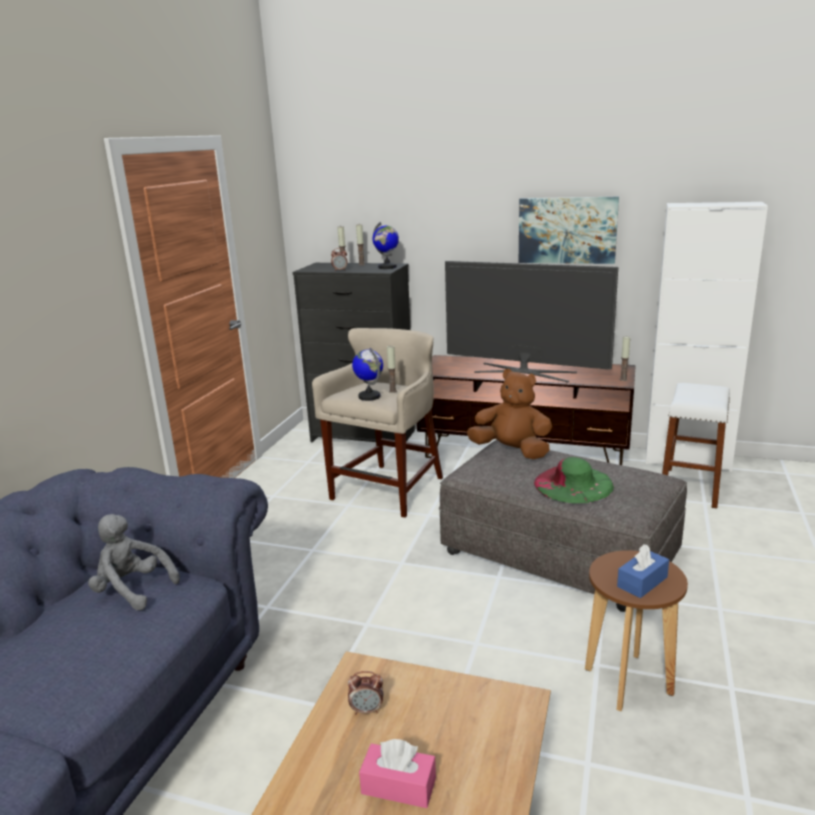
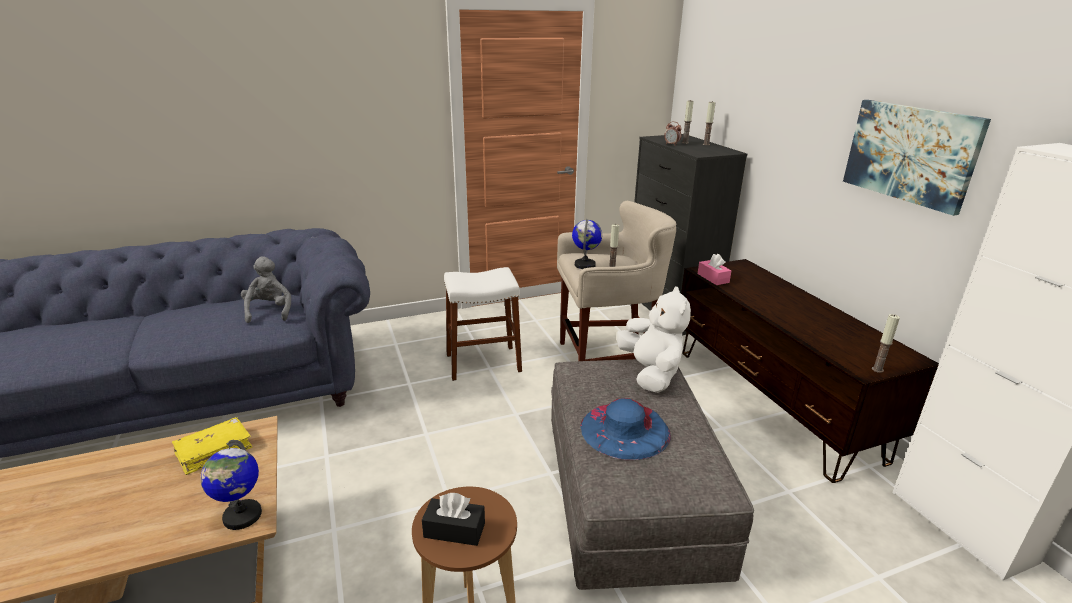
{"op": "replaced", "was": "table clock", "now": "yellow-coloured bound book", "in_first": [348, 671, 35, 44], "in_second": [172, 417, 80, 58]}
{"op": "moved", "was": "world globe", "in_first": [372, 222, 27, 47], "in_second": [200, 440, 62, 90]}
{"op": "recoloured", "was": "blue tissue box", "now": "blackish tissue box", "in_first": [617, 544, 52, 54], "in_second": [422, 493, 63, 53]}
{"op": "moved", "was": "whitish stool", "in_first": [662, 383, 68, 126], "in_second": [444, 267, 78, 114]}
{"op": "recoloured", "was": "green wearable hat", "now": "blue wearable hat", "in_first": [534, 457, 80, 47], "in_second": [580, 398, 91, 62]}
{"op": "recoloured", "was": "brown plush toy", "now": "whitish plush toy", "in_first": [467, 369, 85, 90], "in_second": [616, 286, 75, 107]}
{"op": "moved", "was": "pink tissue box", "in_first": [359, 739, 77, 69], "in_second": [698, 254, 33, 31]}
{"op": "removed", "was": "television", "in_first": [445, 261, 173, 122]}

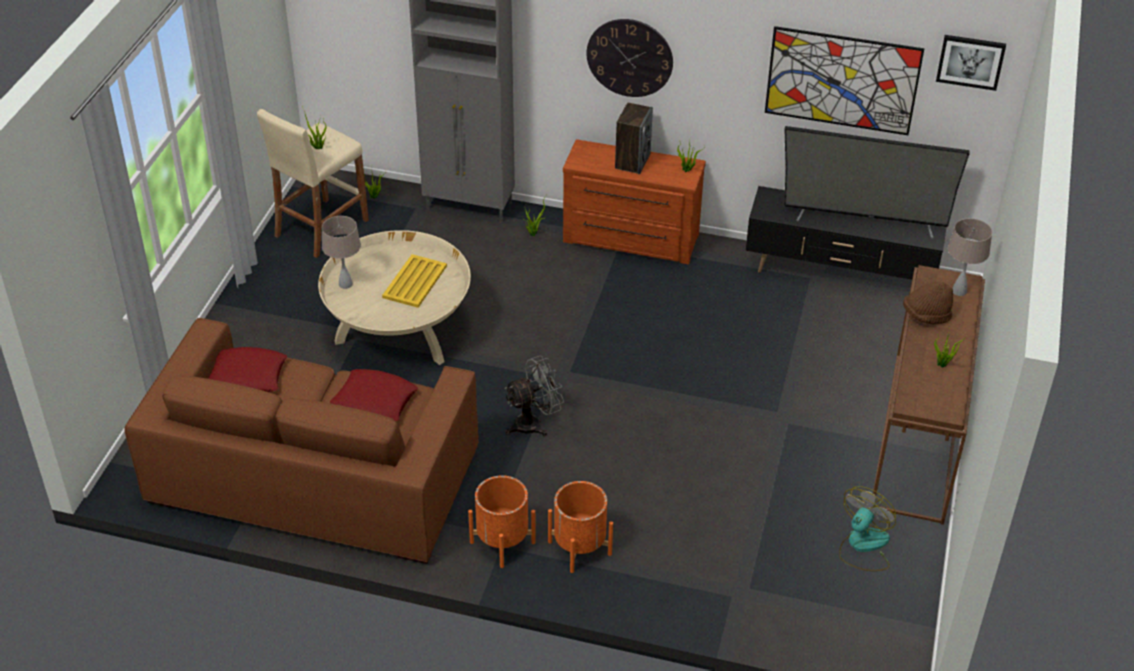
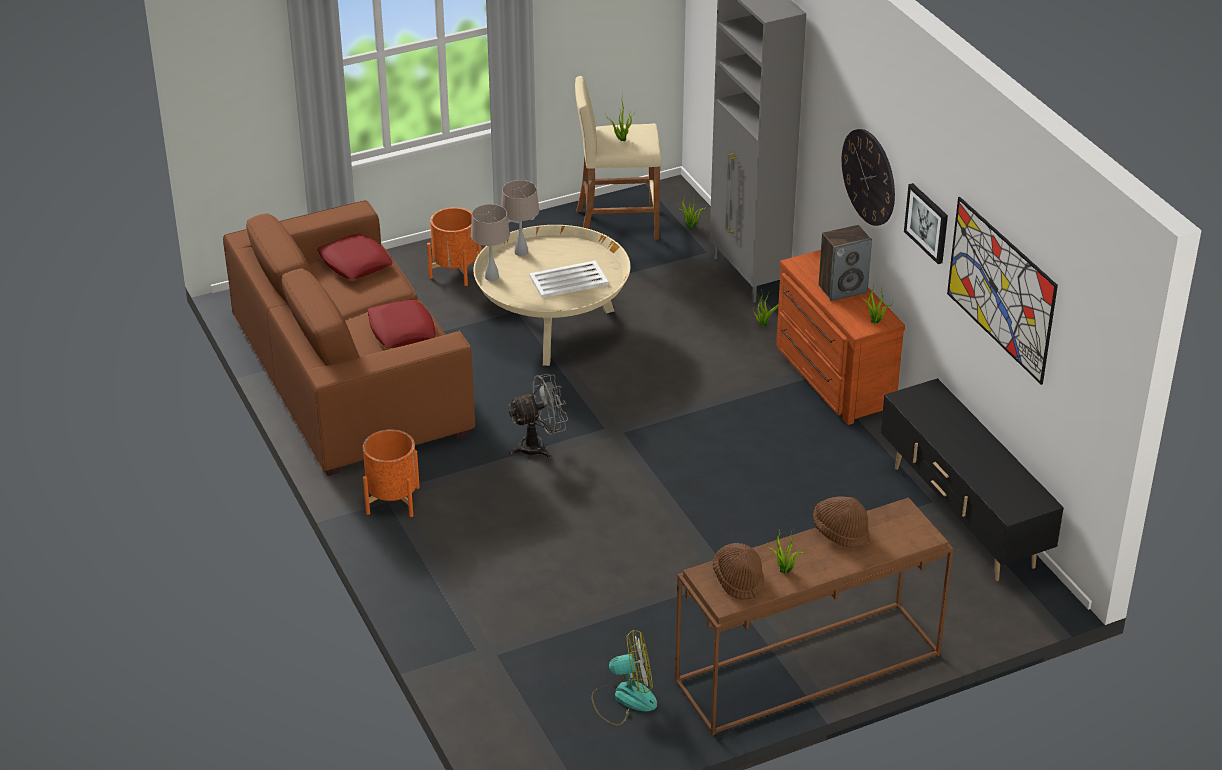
{"op": "moved", "was": "orange plant pot", "in_first": [548, 481, 65, 92], "in_second": [427, 207, 54, 79]}
{"op": "moved", "was": "sand-coloured table lamp", "in_first": [948, 218, 44, 78], "in_second": [471, 204, 39, 77]}
{"op": "turned", "was": "greyish cooling fan", "in_first": [504, 356, 60, 80], "in_second": [508, 374, 60, 84], "clockwise": -45}
{"op": "recoloured", "was": "yellow-coloured serving tray", "now": "whitish serving tray", "in_first": [382, 254, 65, 54], "in_second": [529, 260, 79, 38]}
{"op": "added", "now": "brown wearable hat", "in_second": [713, 543, 51, 57]}
{"op": "moved", "was": "picture", "in_first": [936, 35, 70, 56], "in_second": [904, 183, 44, 81]}
{"op": "removed", "was": "television", "in_first": [784, 126, 186, 113]}

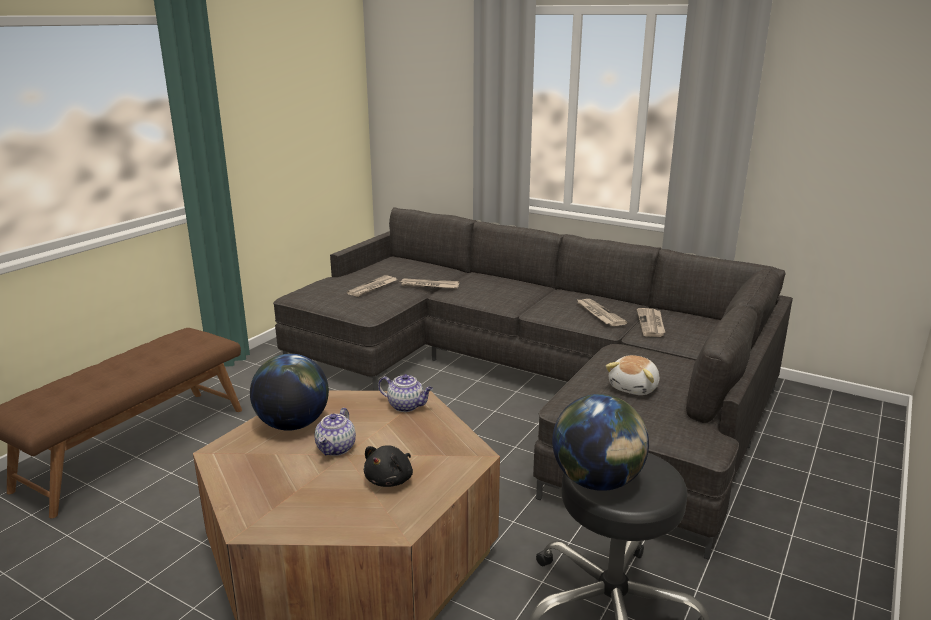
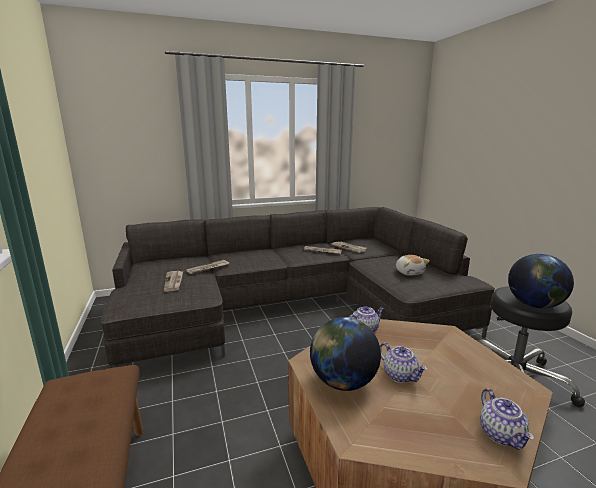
{"op": "added", "now": "tea pot", "in_second": [480, 388, 54, 62]}
{"op": "removed", "was": "blackish plush toy", "in_first": [364, 445, 49, 42]}

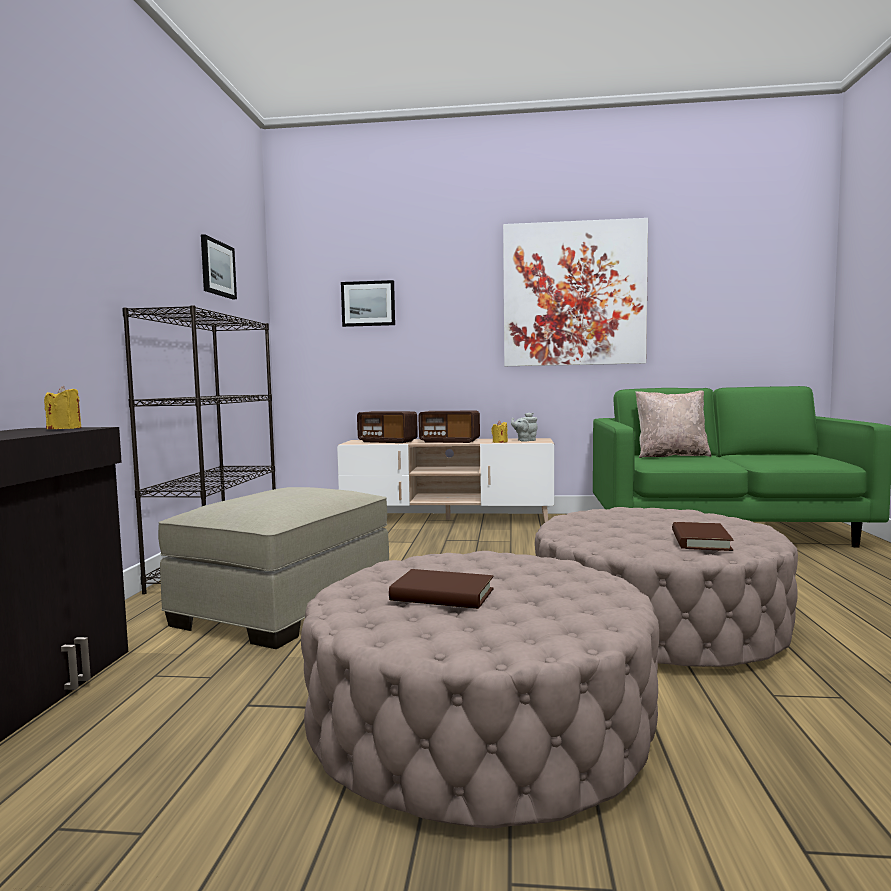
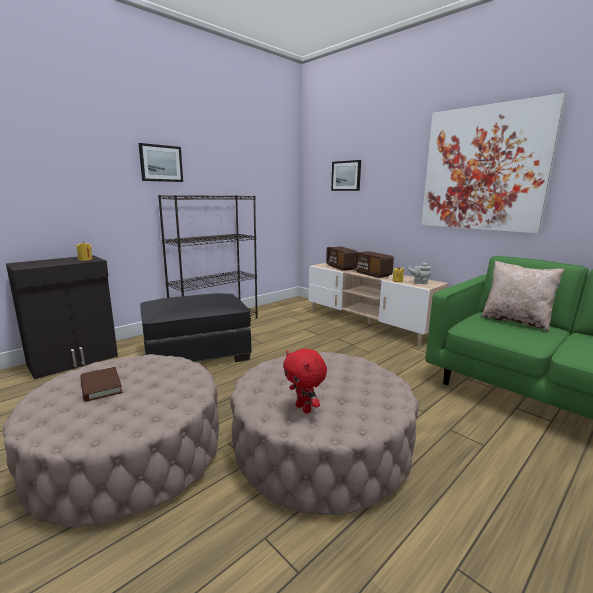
{"op": "moved", "was": "picture", "in_first": [201, 234, 36, 65], "in_second": [139, 143, 44, 39]}
{"op": "recoloured", "was": "sand-coloured ottoman", "now": "blackish ottoman", "in_first": [158, 487, 231, 162], "in_second": [140, 293, 112, 69]}
{"op": "replaced", "was": "brown bound book", "now": "red-coloured plush toy", "in_first": [672, 522, 62, 29], "in_second": [283, 349, 44, 65]}

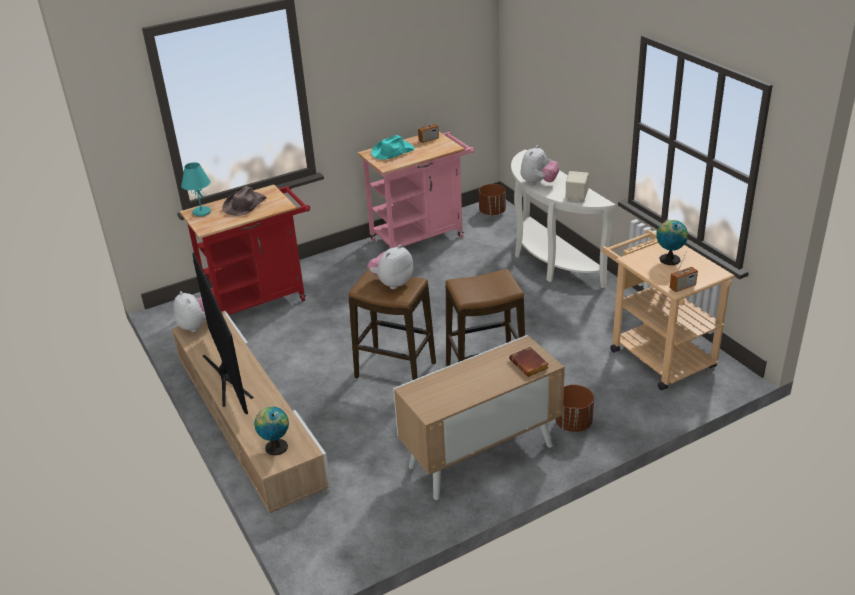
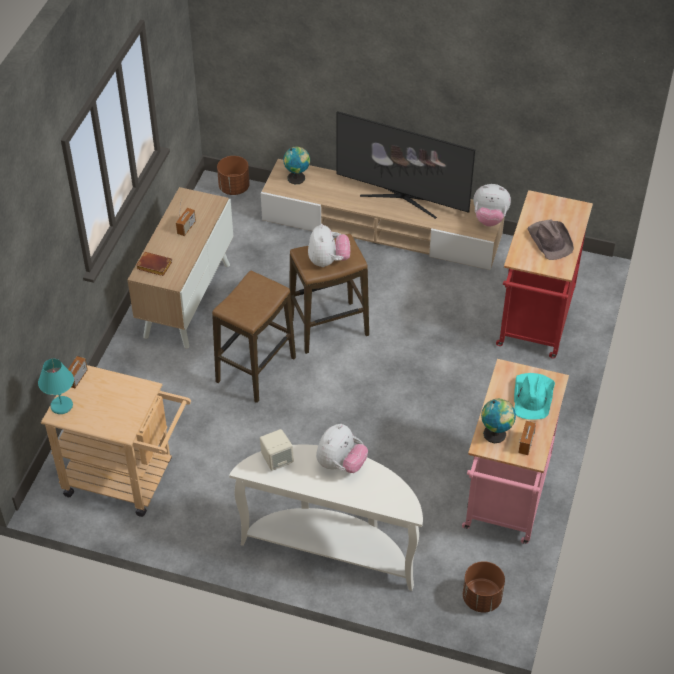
{"op": "moved", "was": "turquoise table lamp", "in_first": [181, 162, 30, 55], "in_second": [38, 359, 36, 55]}
{"op": "added", "now": "radio", "in_second": [176, 199, 20, 37]}
{"op": "moved", "was": "brown plant pot", "in_first": [555, 385, 39, 47], "in_second": [217, 156, 33, 39]}
{"op": "turned", "was": "plush toy", "in_first": [520, 145, 39, 40], "in_second": [316, 424, 52, 49], "clockwise": -135}
{"op": "moved", "was": "world globe", "in_first": [656, 220, 32, 45], "in_second": [481, 399, 35, 44]}

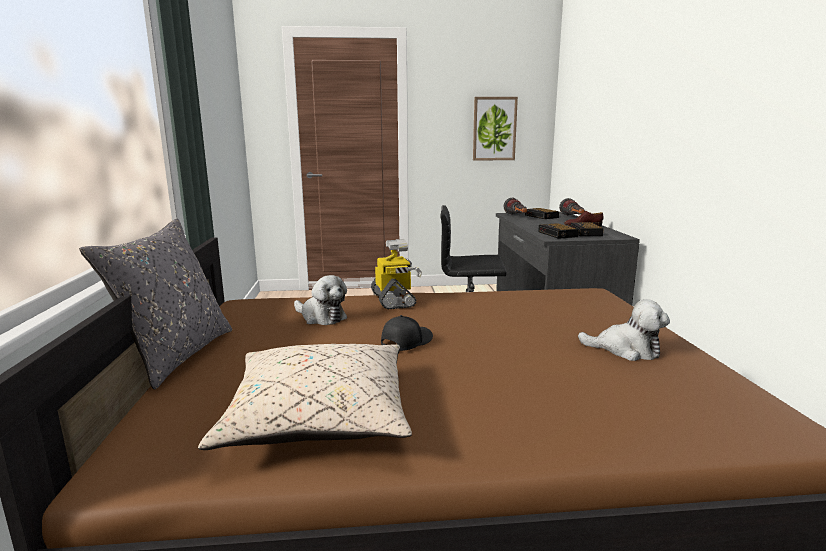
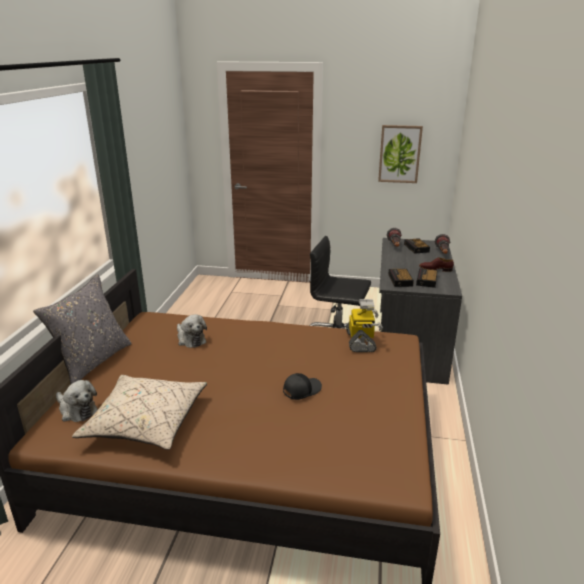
{"op": "moved", "was": "plush toy", "in_first": [578, 299, 92, 62], "in_second": [56, 380, 42, 42]}
{"op": "moved", "was": "blackish peaked cap", "in_first": [381, 315, 52, 36], "in_second": [283, 373, 39, 27]}
{"op": "moved", "was": "toy robot", "in_first": [371, 239, 51, 70], "in_second": [346, 299, 37, 53]}

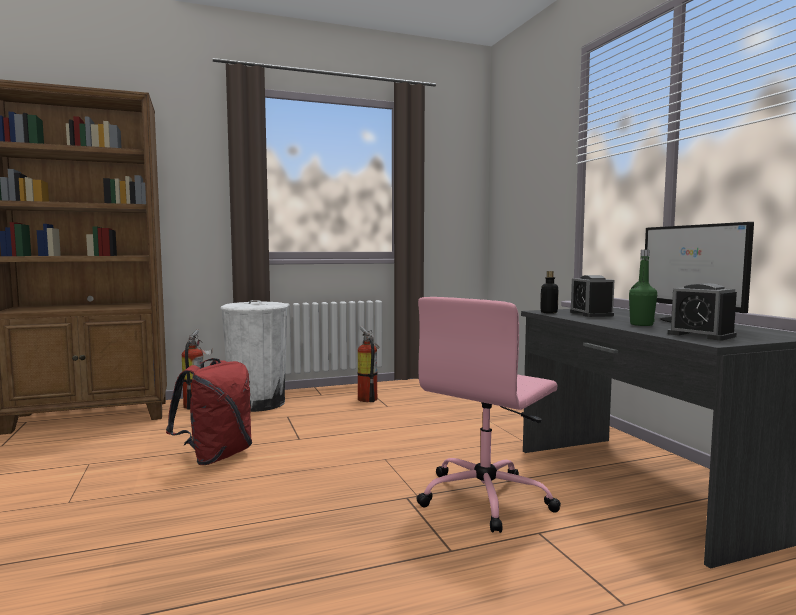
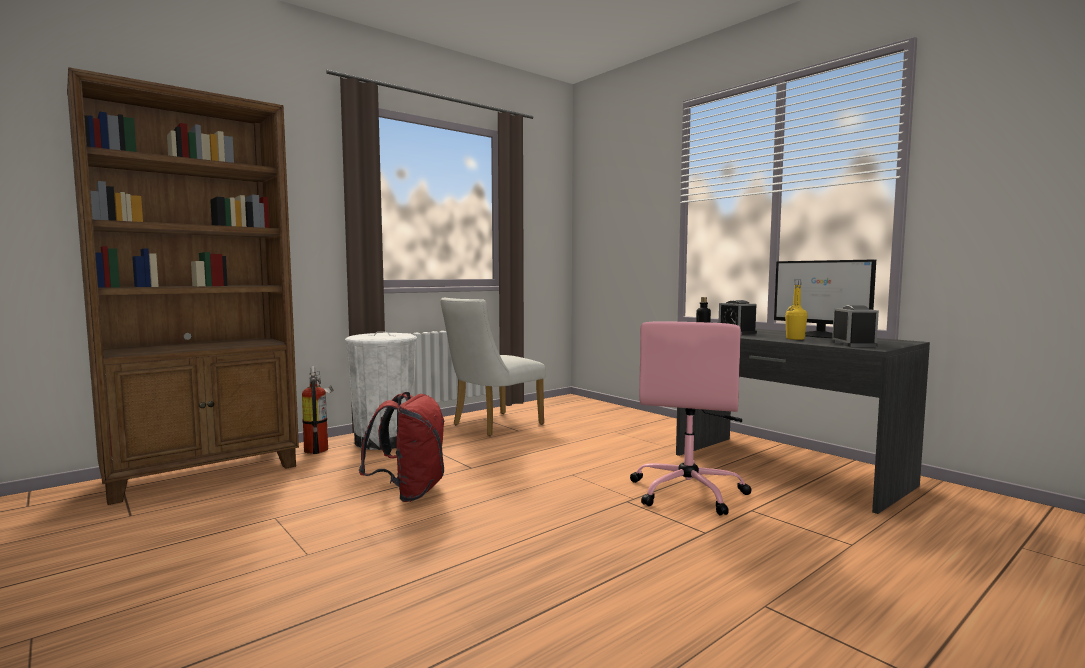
{"op": "replaced", "was": "extinguisher", "now": "whitish chair", "in_first": [357, 326, 23, 76], "in_second": [440, 298, 106, 138]}
{"op": "recoloured", "was": "green drink bottle", "now": "yellow-coloured drink bottle", "in_first": [629, 250, 28, 76], "in_second": [785, 280, 23, 60]}
{"op": "turned", "was": "table clock", "in_first": [667, 283, 70, 57], "in_second": [832, 306, 47, 41], "clockwise": -120}

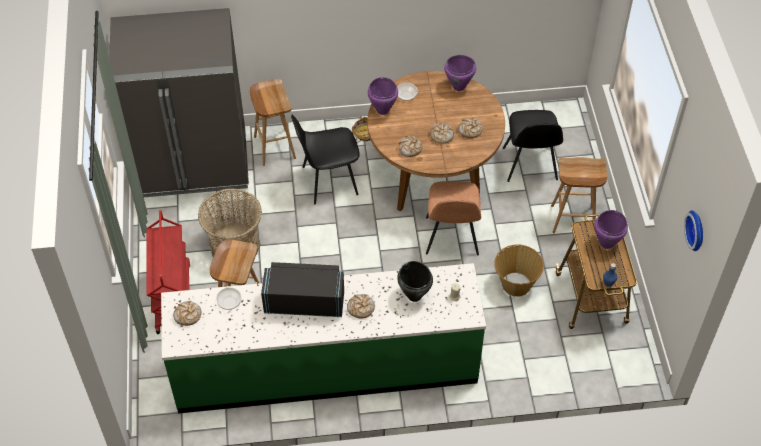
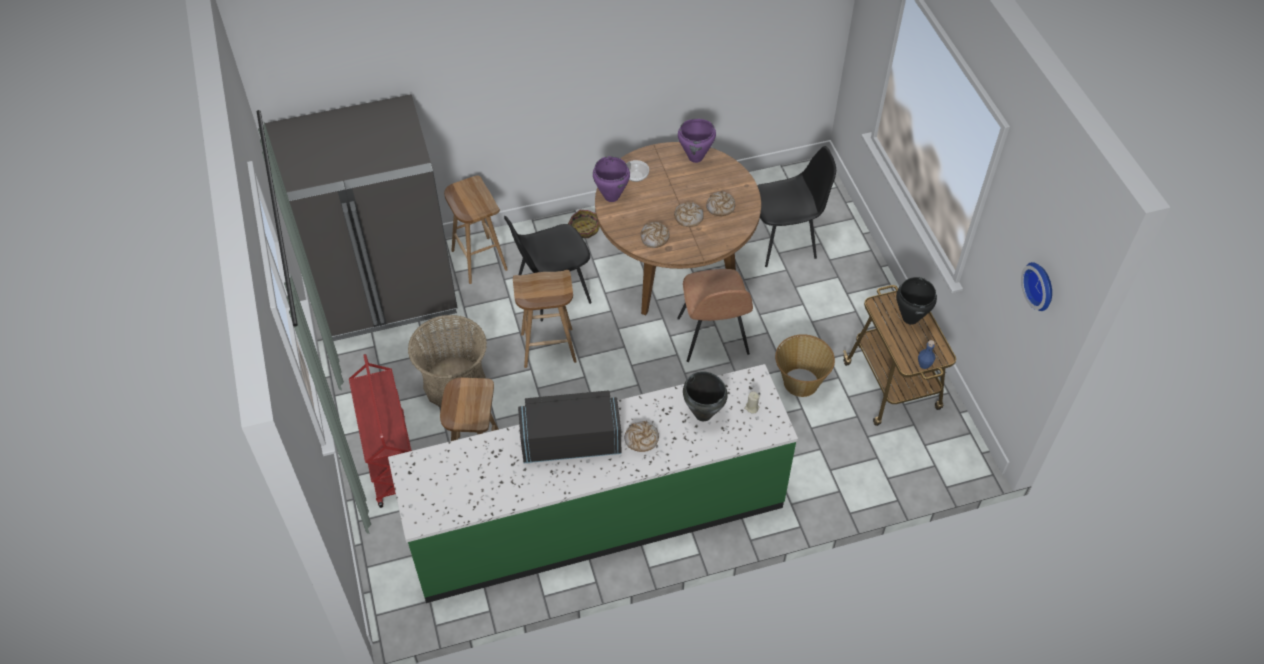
{"op": "moved", "was": "brown stool", "in_first": [551, 157, 56, 76], "in_second": [513, 270, 64, 98]}
{"op": "turned", "was": "blackish chair", "in_first": [503, 110, 60, 72], "in_second": [757, 146, 79, 121], "clockwise": -90}
{"op": "recoloured", "was": "purplish cooking pot", "now": "blackish cooking pot", "in_first": [594, 210, 34, 39], "in_second": [896, 277, 41, 48]}
{"op": "removed", "was": "bakery bread", "in_first": [173, 300, 29, 26]}
{"op": "removed", "was": "serving bowl", "in_first": [216, 287, 25, 23]}

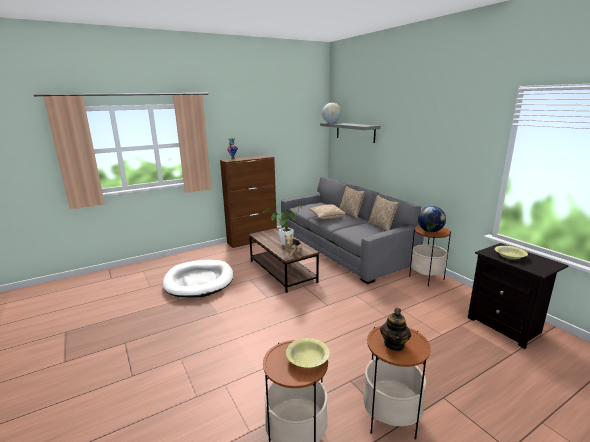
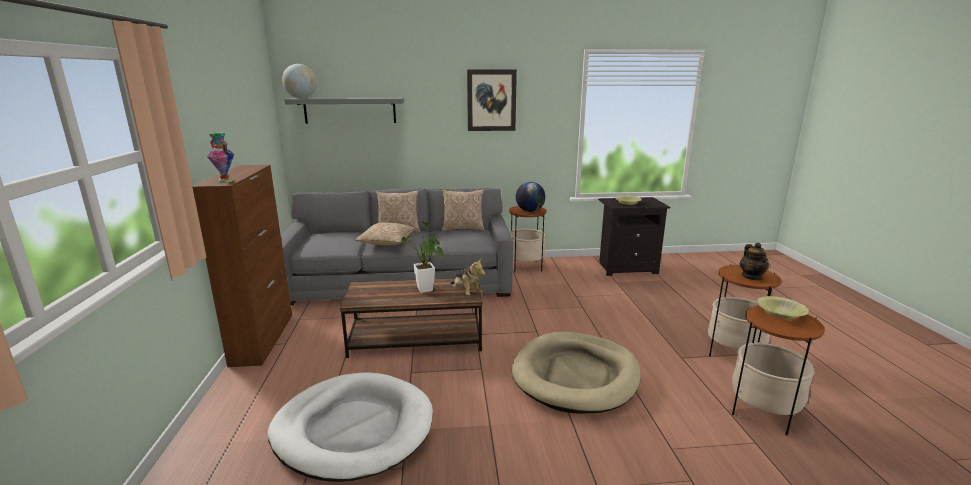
{"op": "added", "now": "picture", "in_second": [467, 69, 50, 62]}
{"op": "added", "now": "sand-coloured pet bed", "in_second": [512, 332, 129, 82]}
{"op": "turned", "was": "tea pot", "in_first": [380, 308, 31, 43], "in_second": [740, 243, 29, 37], "clockwise": 45}

